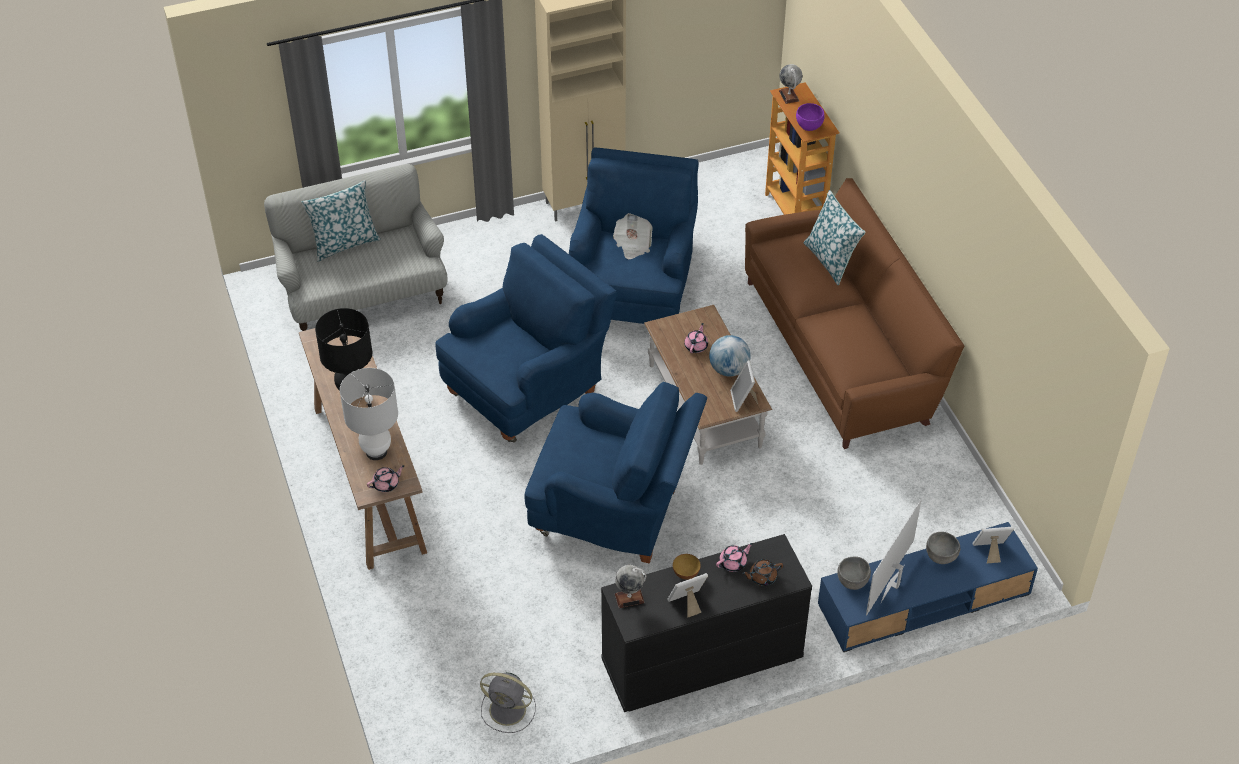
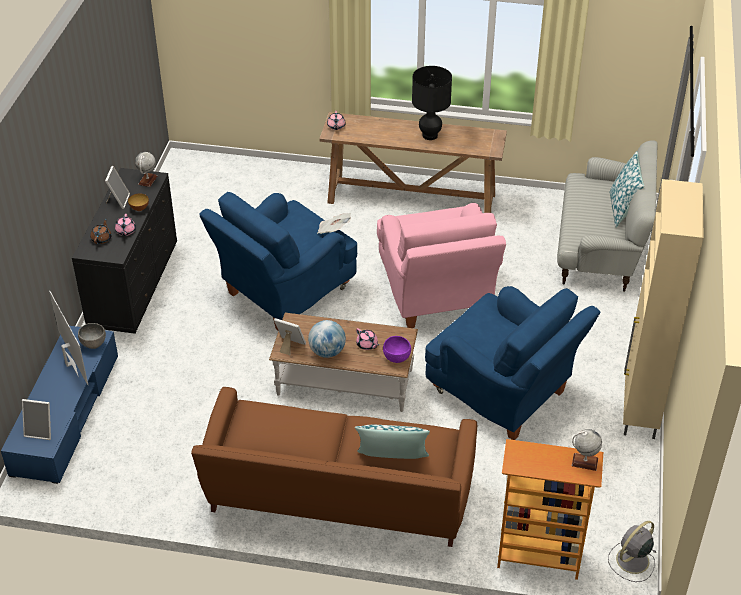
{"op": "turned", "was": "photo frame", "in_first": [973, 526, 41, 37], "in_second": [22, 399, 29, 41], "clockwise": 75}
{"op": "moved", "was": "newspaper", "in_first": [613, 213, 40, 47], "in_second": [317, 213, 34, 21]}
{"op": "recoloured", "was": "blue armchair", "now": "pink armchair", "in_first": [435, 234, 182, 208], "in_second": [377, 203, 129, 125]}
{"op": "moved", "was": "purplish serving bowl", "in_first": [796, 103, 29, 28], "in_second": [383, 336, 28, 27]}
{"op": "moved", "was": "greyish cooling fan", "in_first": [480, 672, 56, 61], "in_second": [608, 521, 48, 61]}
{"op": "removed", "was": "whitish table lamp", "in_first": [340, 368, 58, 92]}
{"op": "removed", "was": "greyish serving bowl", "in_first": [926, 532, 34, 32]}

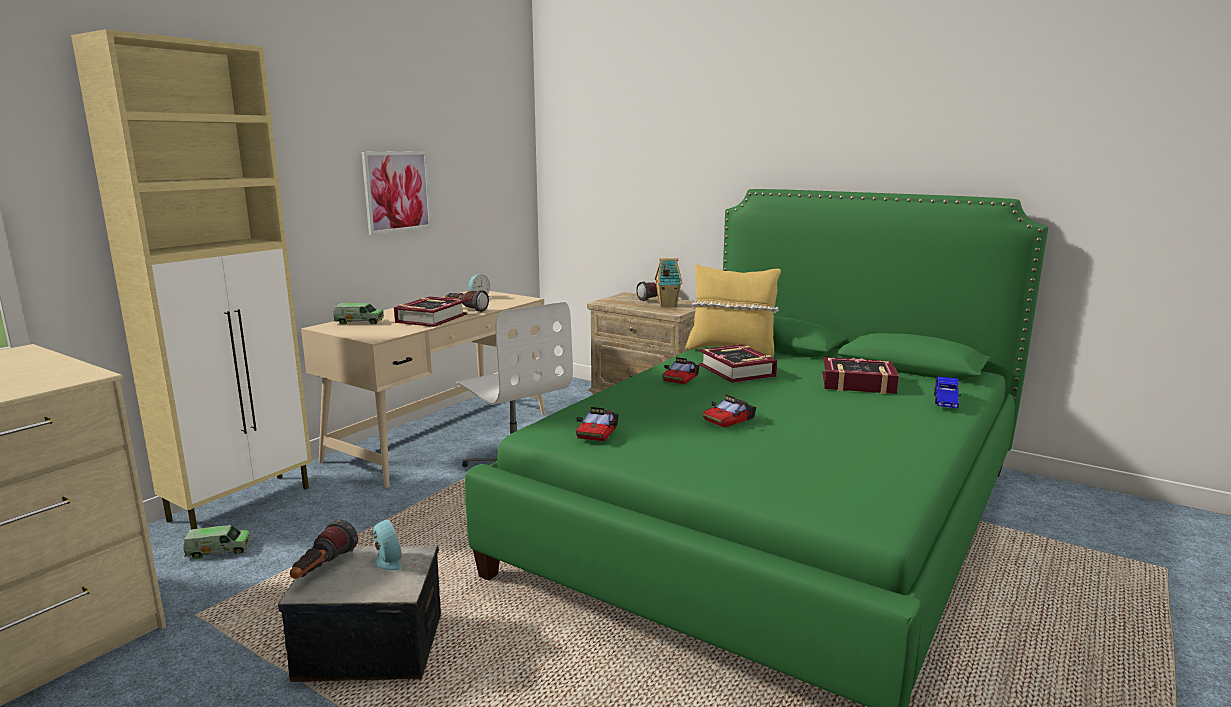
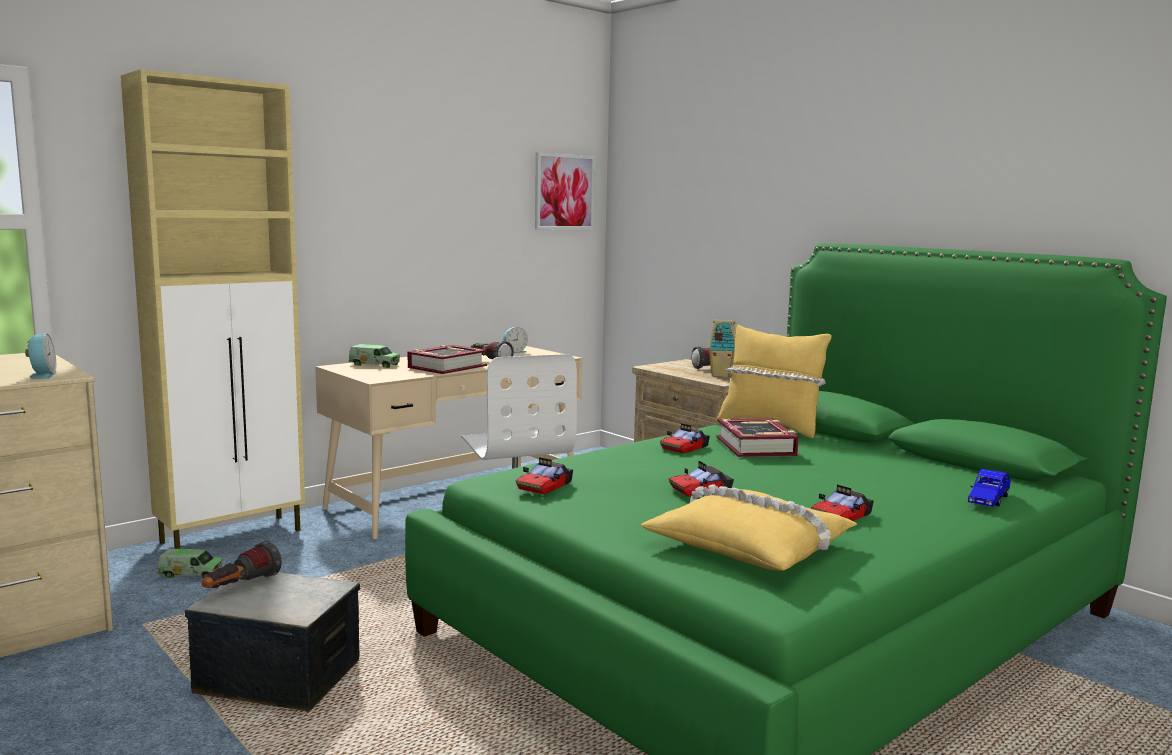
{"op": "moved", "was": "table clock", "in_first": [369, 519, 34, 52], "in_second": [25, 333, 31, 46]}
{"op": "moved", "was": "picture", "in_first": [361, 151, 71, 84], "in_second": [535, 152, 60, 78]}
{"op": "added", "now": "yellow-coloured throw pillow", "in_second": [641, 485, 216, 86]}
{"op": "added", "now": "toy car", "in_second": [811, 485, 63, 36]}
{"op": "removed", "was": "bound book", "in_first": [822, 357, 77, 37]}

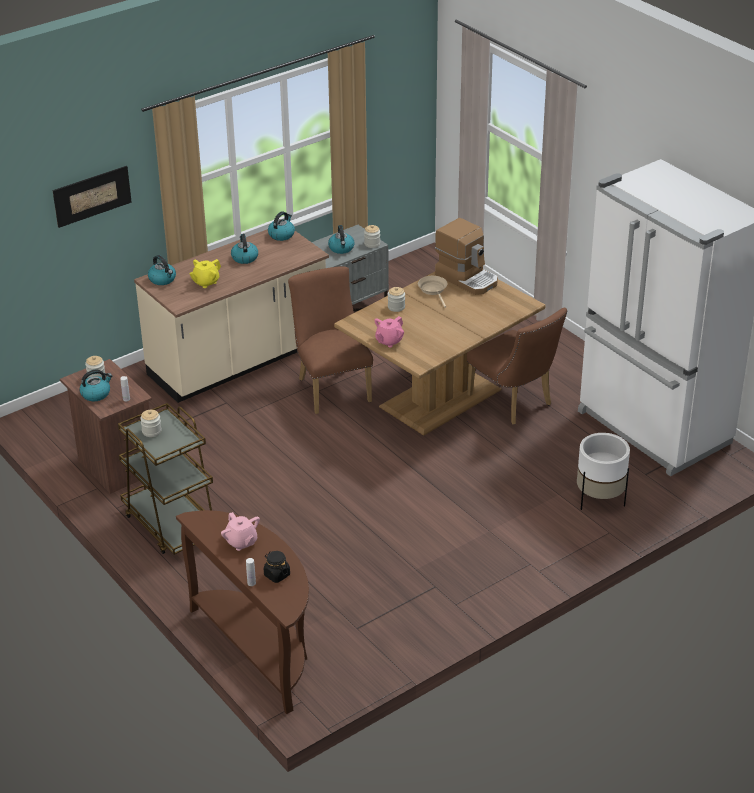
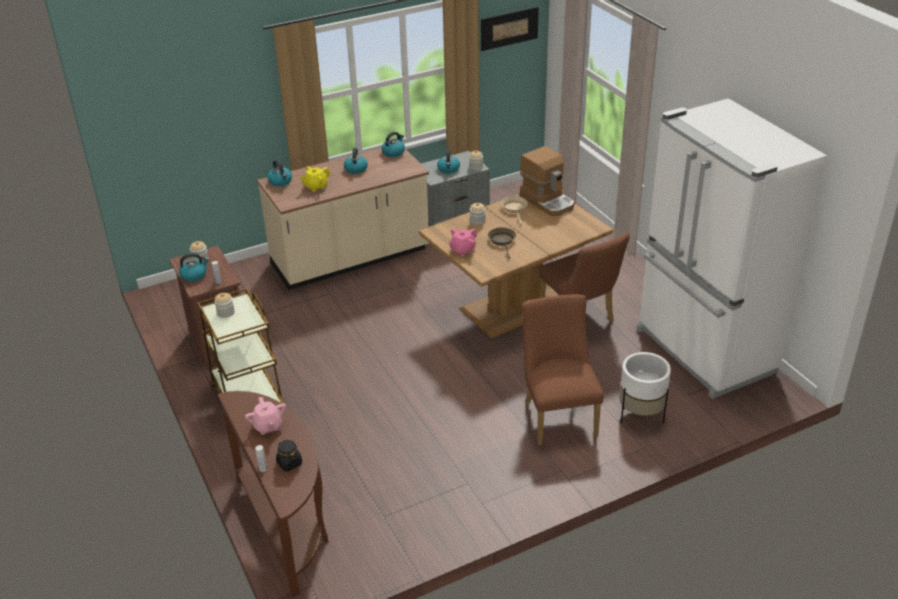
{"op": "moved", "was": "picture", "in_first": [53, 166, 79, 62], "in_second": [481, 7, 58, 44]}
{"op": "added", "now": "brown skillet", "in_second": [488, 227, 28, 32]}
{"op": "moved", "was": "brown chair", "in_first": [288, 266, 85, 148], "in_second": [522, 294, 82, 152]}

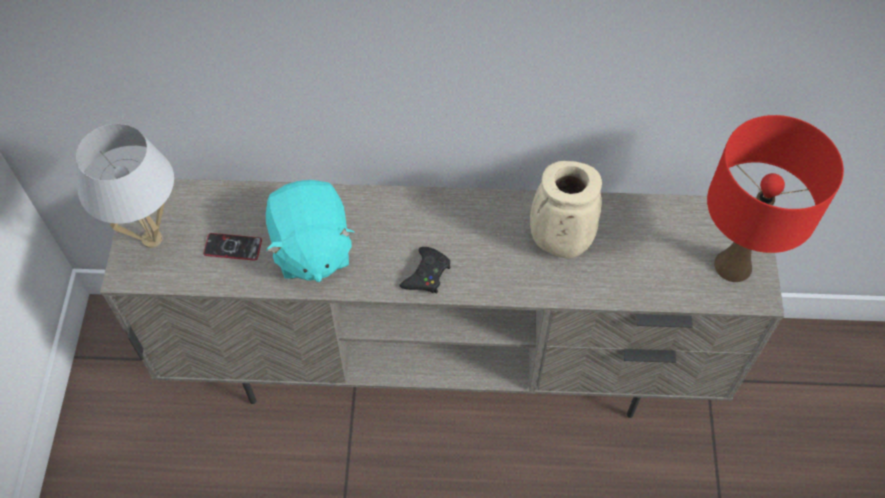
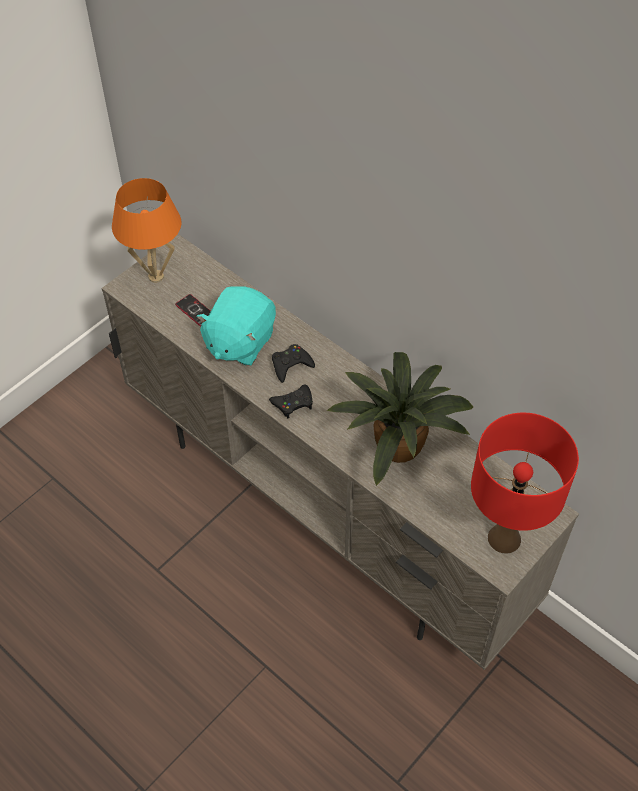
{"op": "recoloured", "was": "whitish table lamp", "now": "orange table lamp", "in_first": [76, 124, 98, 124], "in_second": [112, 178, 69, 105]}
{"op": "added", "now": "blackish game controller", "in_second": [272, 344, 43, 39]}
{"op": "replaced", "was": "sand-coloured decorative vase", "now": "plant in a pot", "in_first": [530, 161, 72, 97], "in_second": [327, 352, 146, 134]}

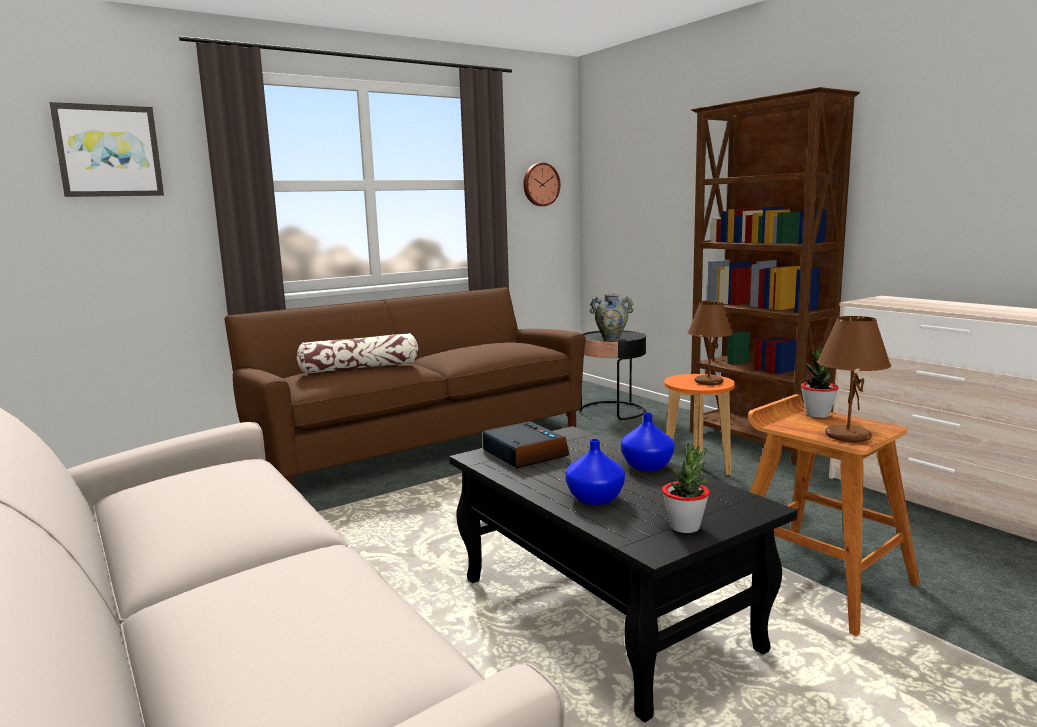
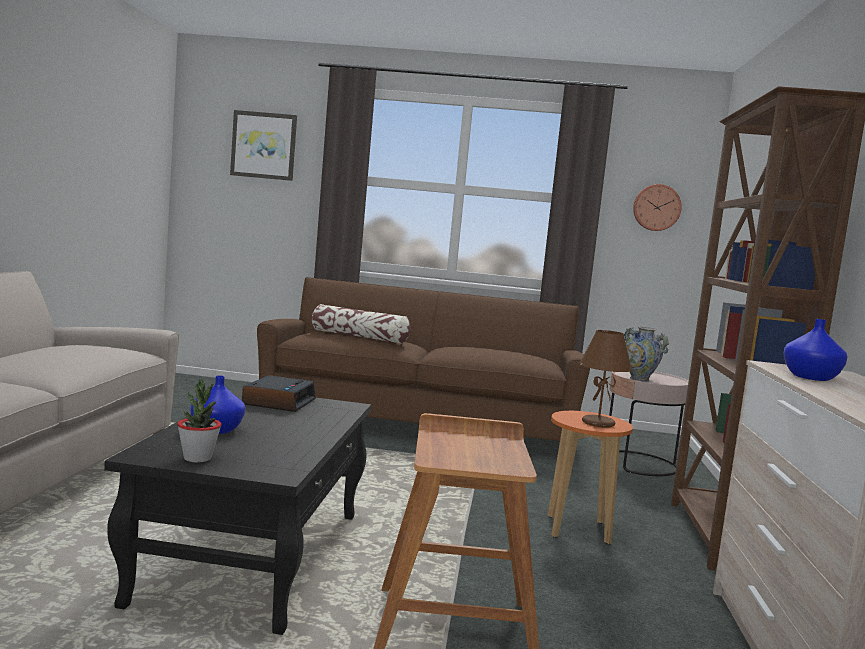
{"op": "recoloured", "was": "blackish side table", "now": "pink side table", "in_first": [580, 330, 66, 90], "in_second": [609, 372, 80, 104]}
{"op": "moved", "was": "blue decorative vase", "in_first": [621, 412, 54, 59], "in_second": [783, 319, 64, 62]}
{"op": "removed", "was": "plant in a pot", "in_first": [801, 346, 38, 72]}
{"op": "removed", "was": "brown table lamp", "in_first": [817, 316, 74, 126]}

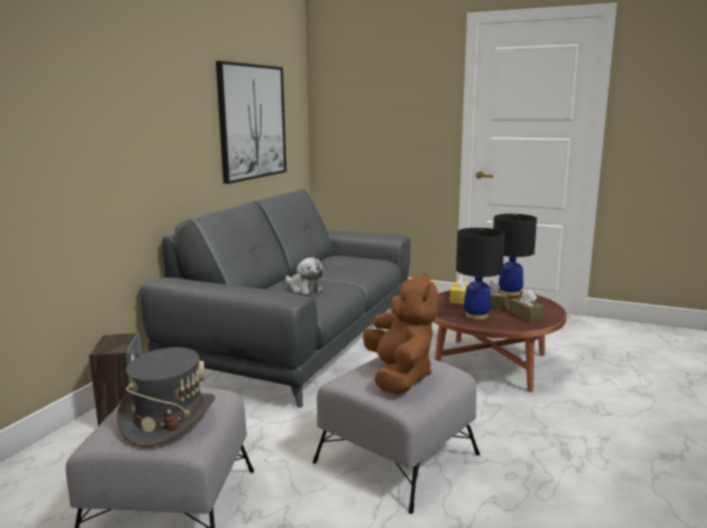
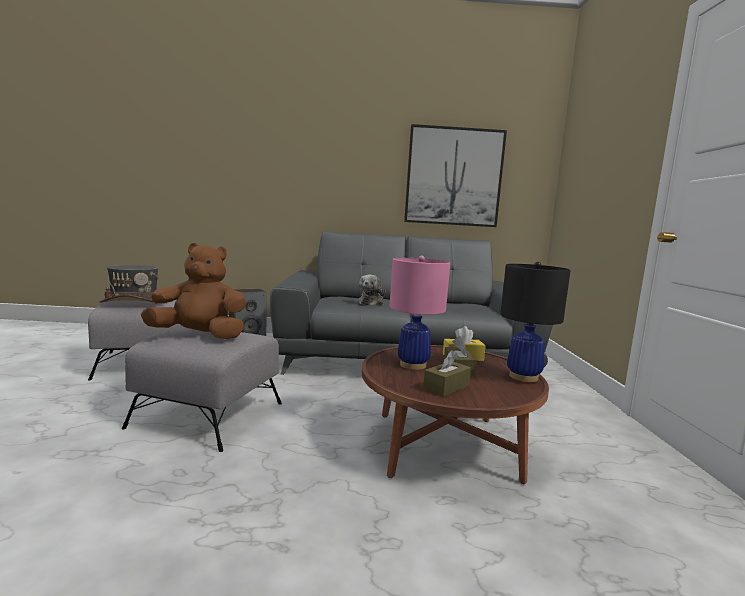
{"op": "turned", "was": "brown plush toy", "in_first": [363, 272, 76, 123], "in_second": [141, 243, 105, 96], "clockwise": -150}
{"op": "recoloured", "was": "blackish table lamp", "now": "pink table lamp", "in_first": [456, 228, 49, 92], "in_second": [390, 255, 60, 115]}

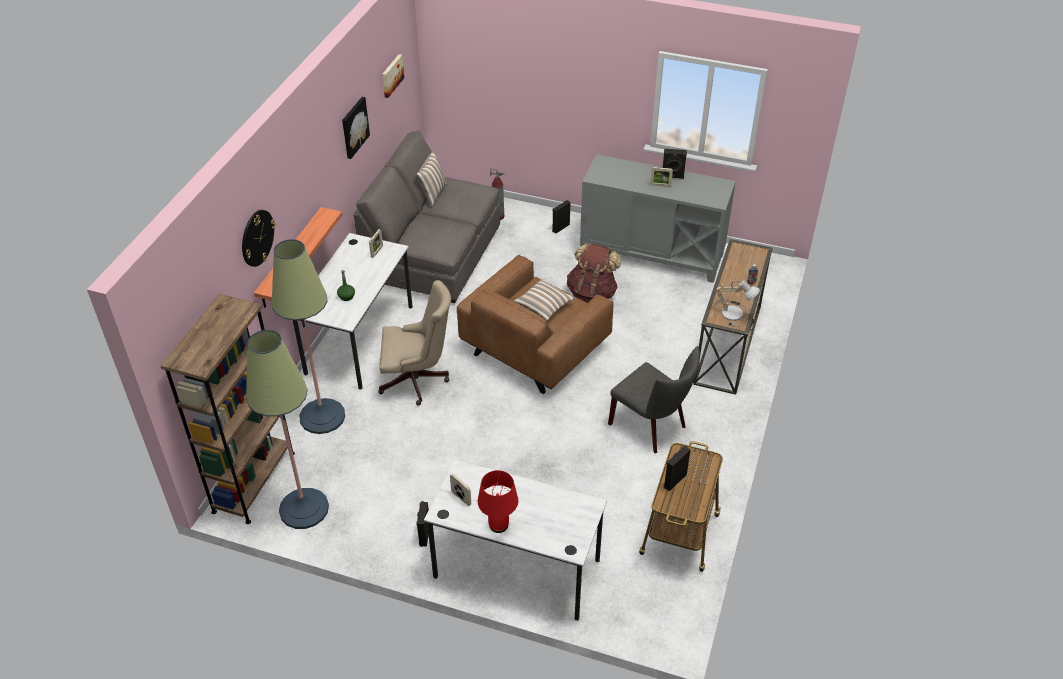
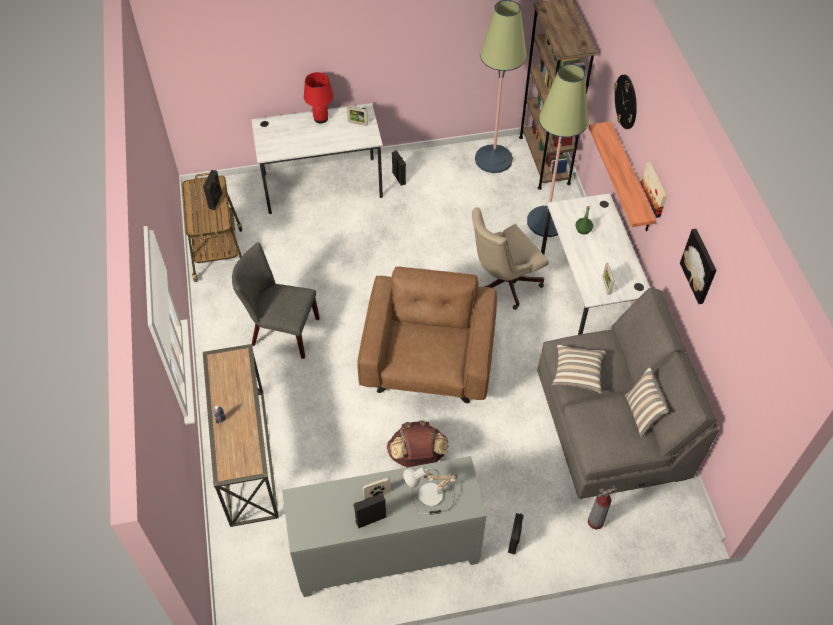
{"op": "moved", "was": "table lamp", "in_first": [714, 280, 46, 47], "in_second": [403, 466, 54, 49]}
{"op": "moved", "was": "throw pillow", "in_first": [514, 279, 61, 42], "in_second": [552, 344, 54, 50]}
{"op": "moved", "was": "picture", "in_first": [382, 54, 22, 44], "in_second": [641, 162, 26, 56]}

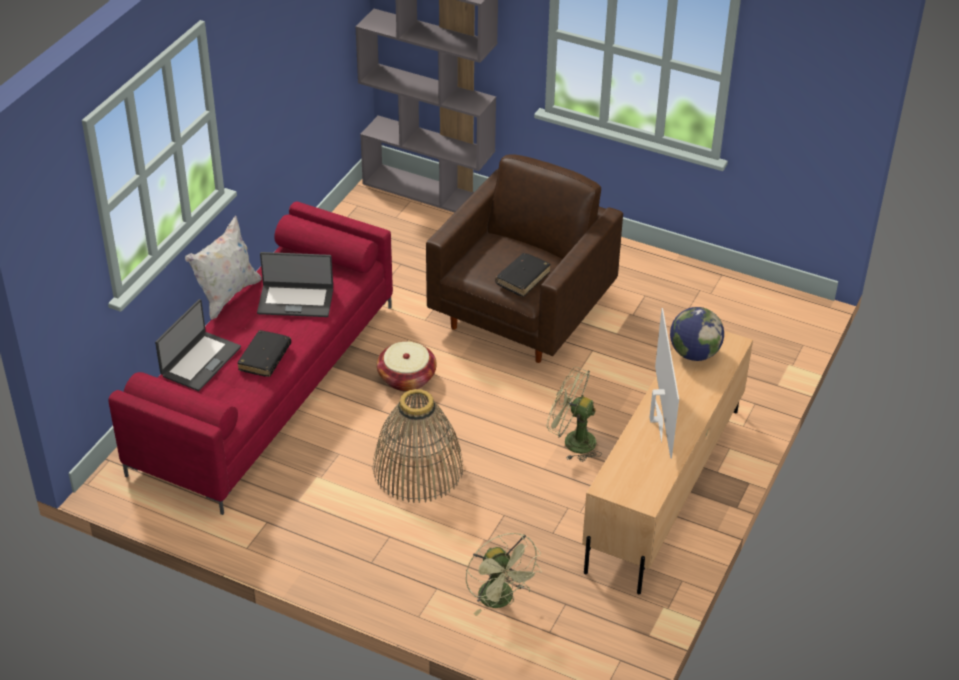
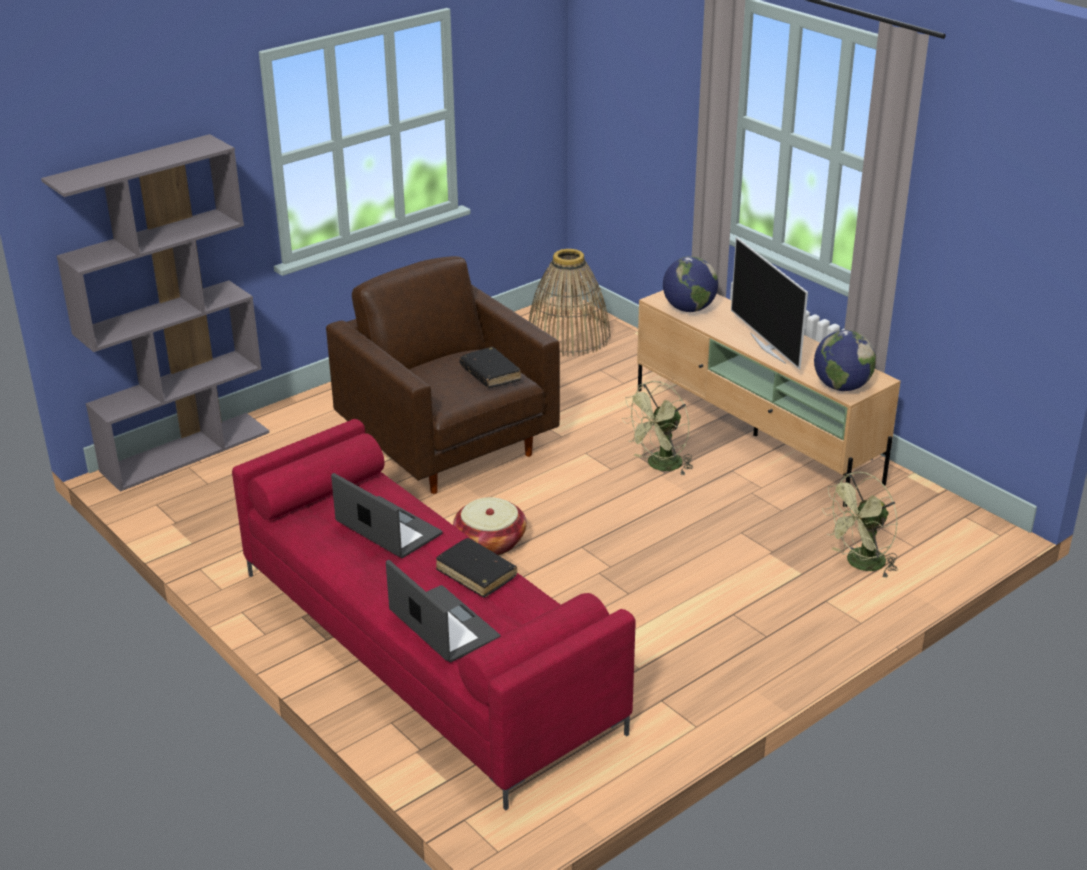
{"op": "turned", "was": "notebook computer", "in_first": [257, 252, 76, 65], "in_second": [331, 473, 112, 85], "clockwise": -75}
{"op": "moved", "was": "basket", "in_first": [373, 389, 90, 114], "in_second": [528, 249, 83, 108]}
{"op": "turned", "was": "television", "in_first": [650, 308, 29, 151], "in_second": [731, 237, 77, 133], "clockwise": -135}
{"op": "added", "now": "world globe", "in_second": [814, 330, 62, 61]}
{"op": "turned", "was": "green cooling fan", "in_first": [466, 533, 76, 83], "in_second": [822, 472, 76, 106], "clockwise": 150}
{"op": "removed", "was": "whitish throw pillow", "in_first": [185, 216, 77, 104]}

